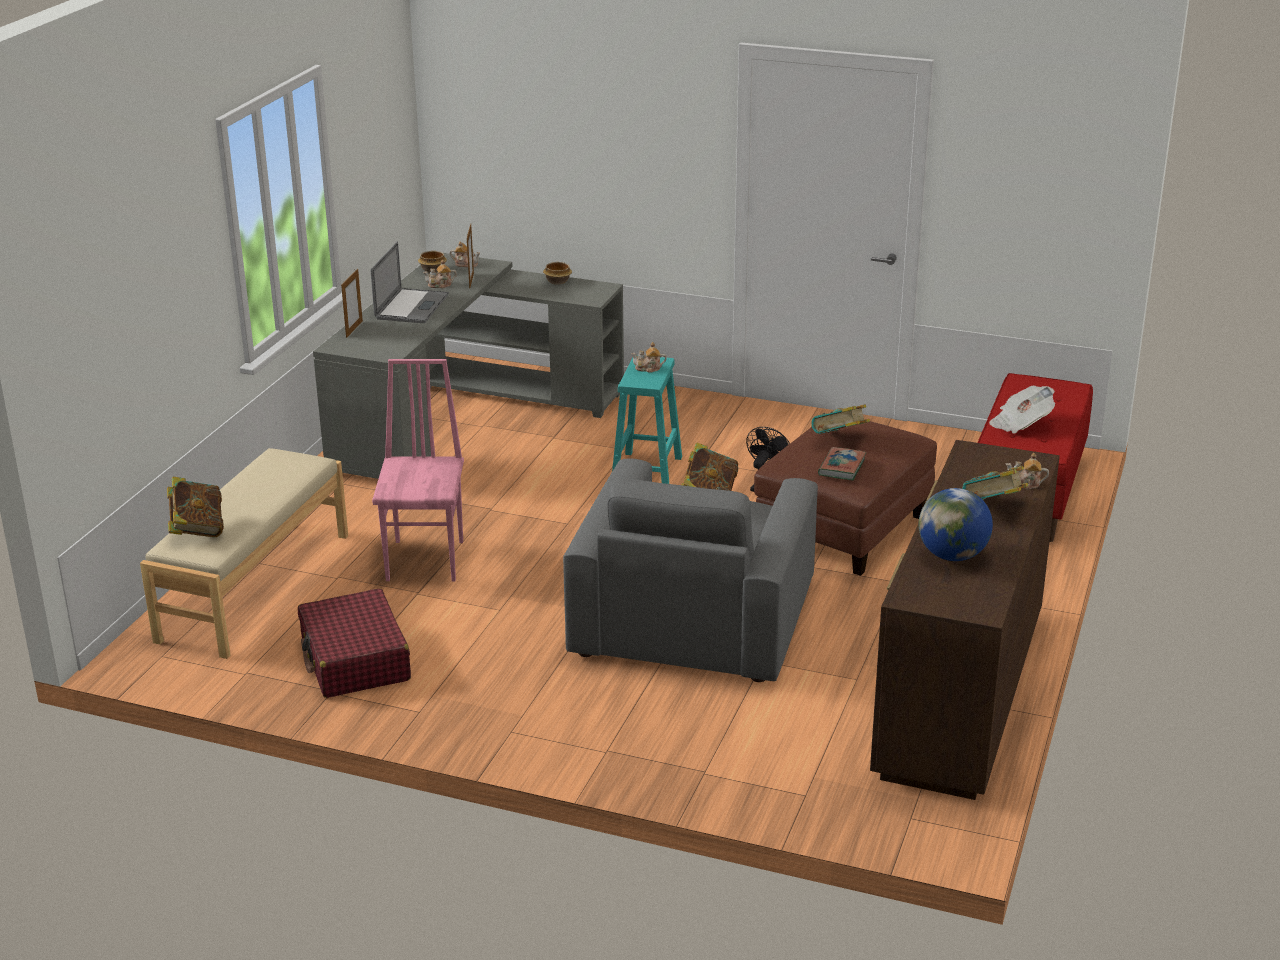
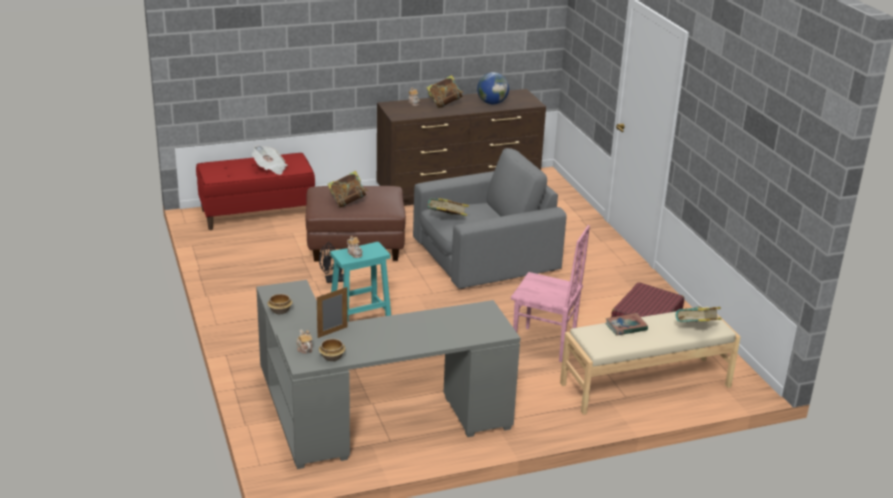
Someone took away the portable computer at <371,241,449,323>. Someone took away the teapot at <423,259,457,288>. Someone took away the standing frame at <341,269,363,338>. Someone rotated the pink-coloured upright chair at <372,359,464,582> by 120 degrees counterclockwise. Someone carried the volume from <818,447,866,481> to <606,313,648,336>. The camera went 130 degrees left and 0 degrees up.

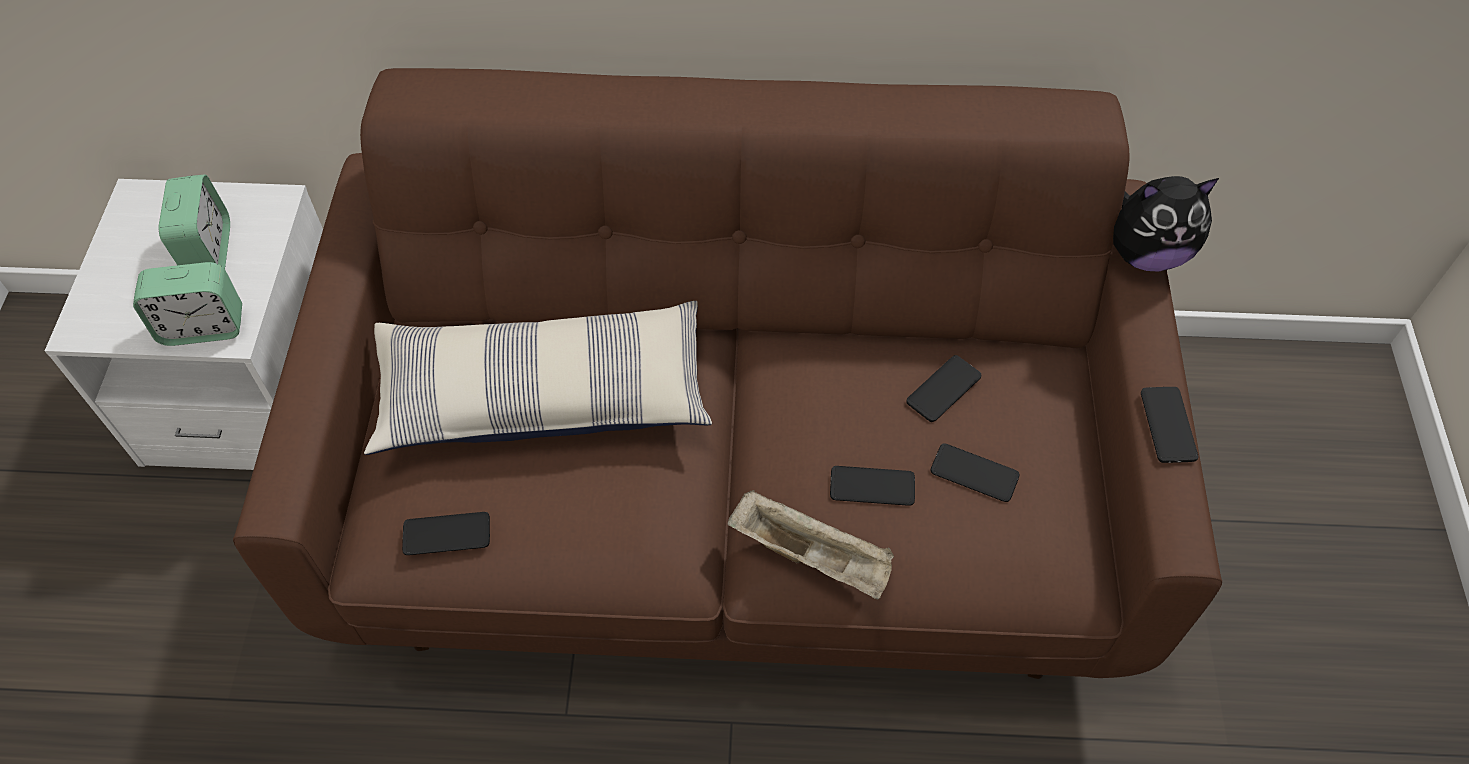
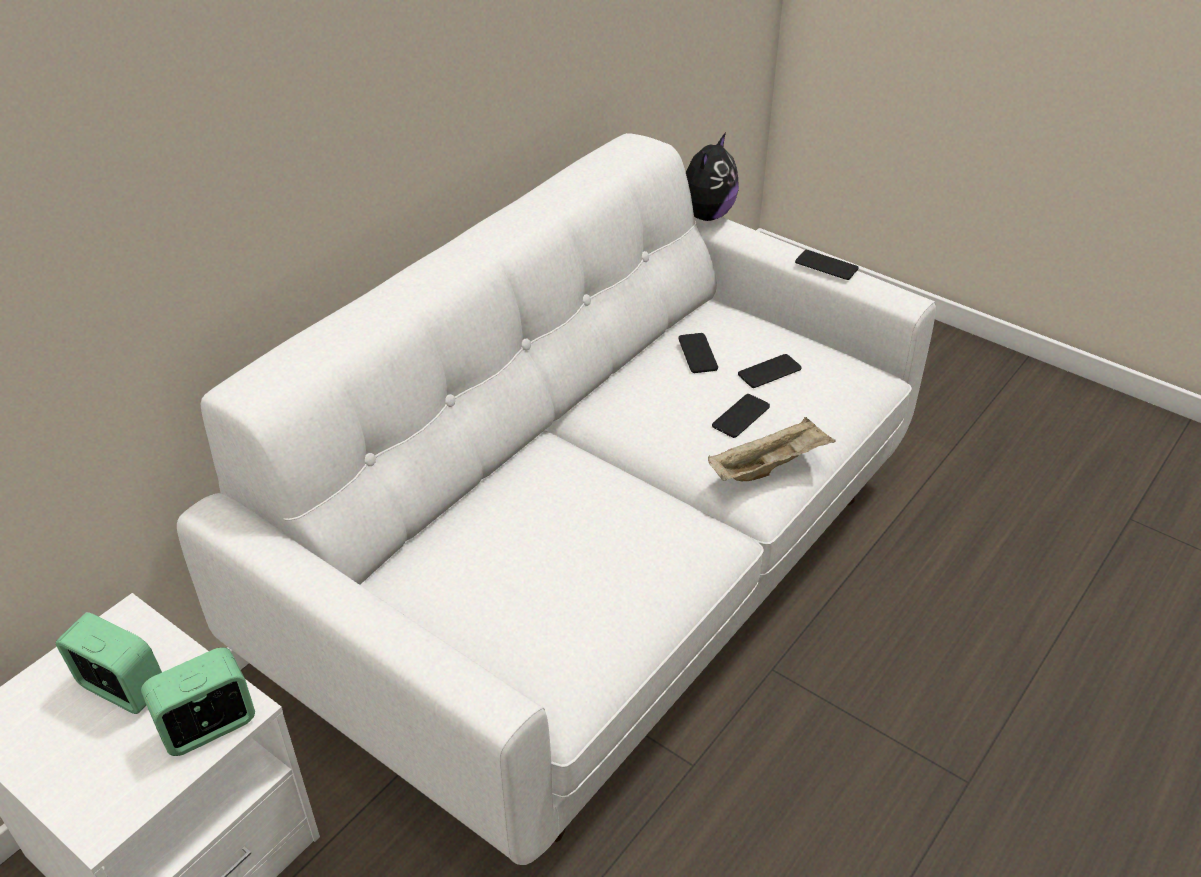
Someone repainted the brown-coloured sofa at <233,68,1222,679>, which became the whitish sofa at <177,133,936,865>. Someone rotated the alarm clock at <133,262,242,346> by 150 degrees counterclockwise. Someone took away the throw pillow at <364,301,712,455>. Someone took away the phone at <402,512,490,555>. The camera went 55 degrees left and 15 degrees down.

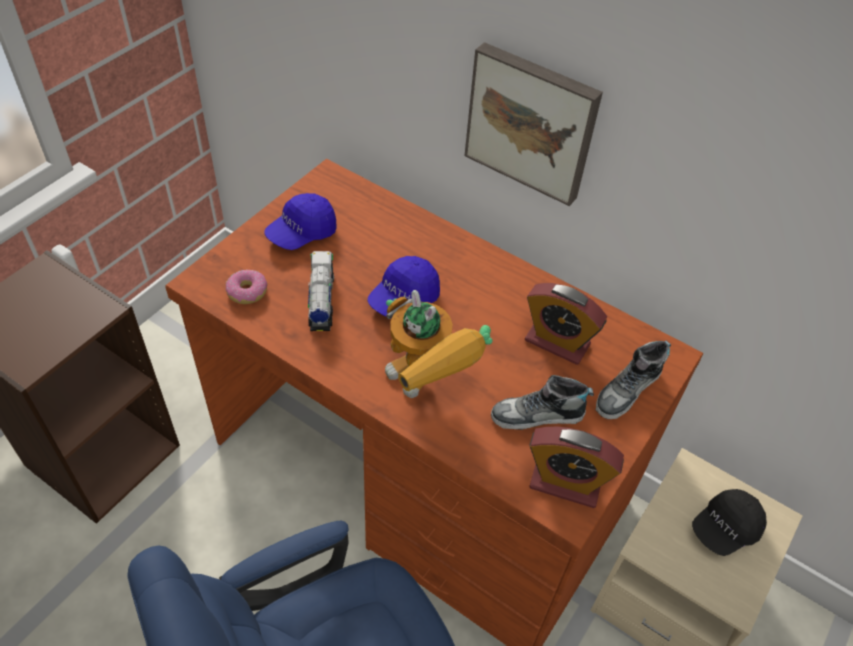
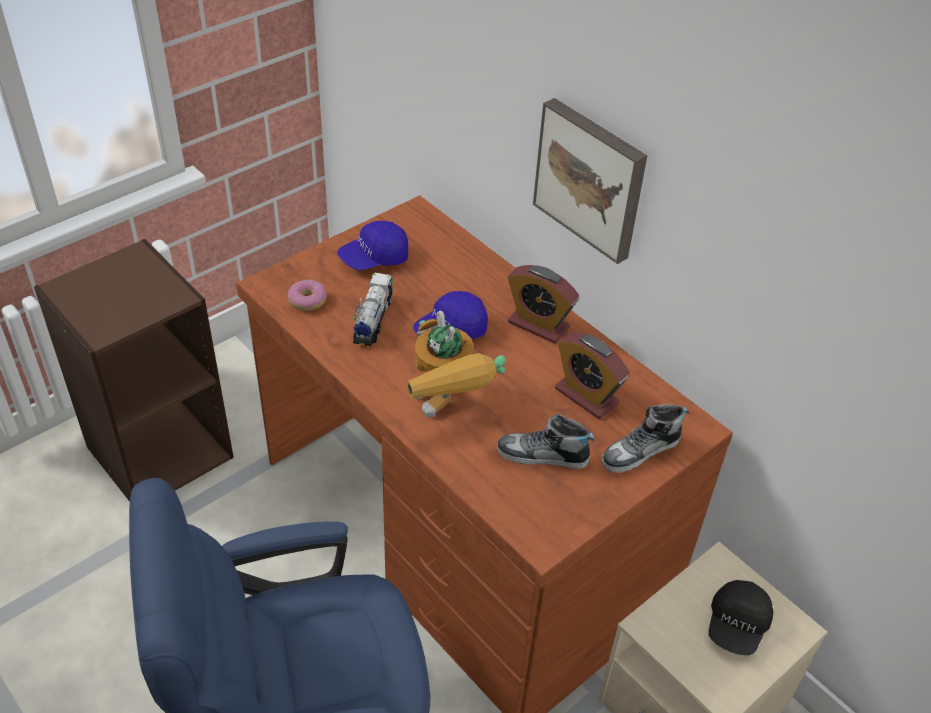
Someone carried the alarm clock from <529,427,624,508> to <507,265,579,343>. Someone rotated the black-coloured cap at <692,489,767,556> by 45 degrees counterclockwise. The camera went 15 degrees right and 5 degrees down.

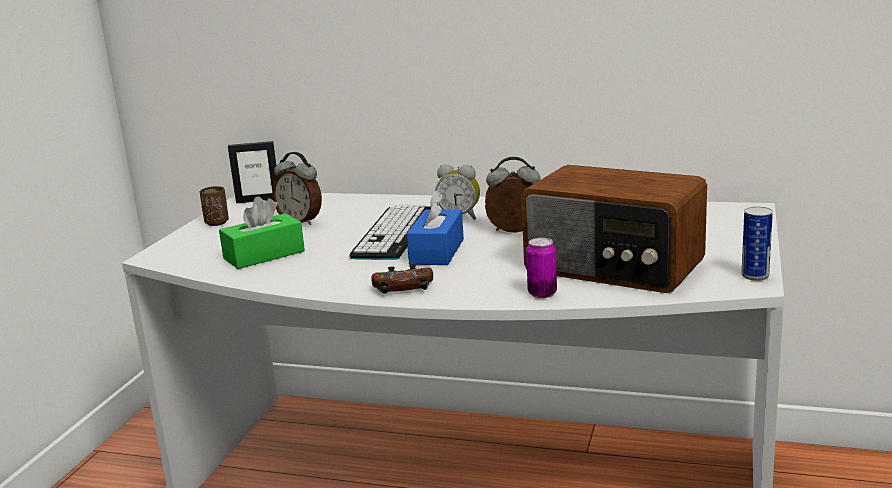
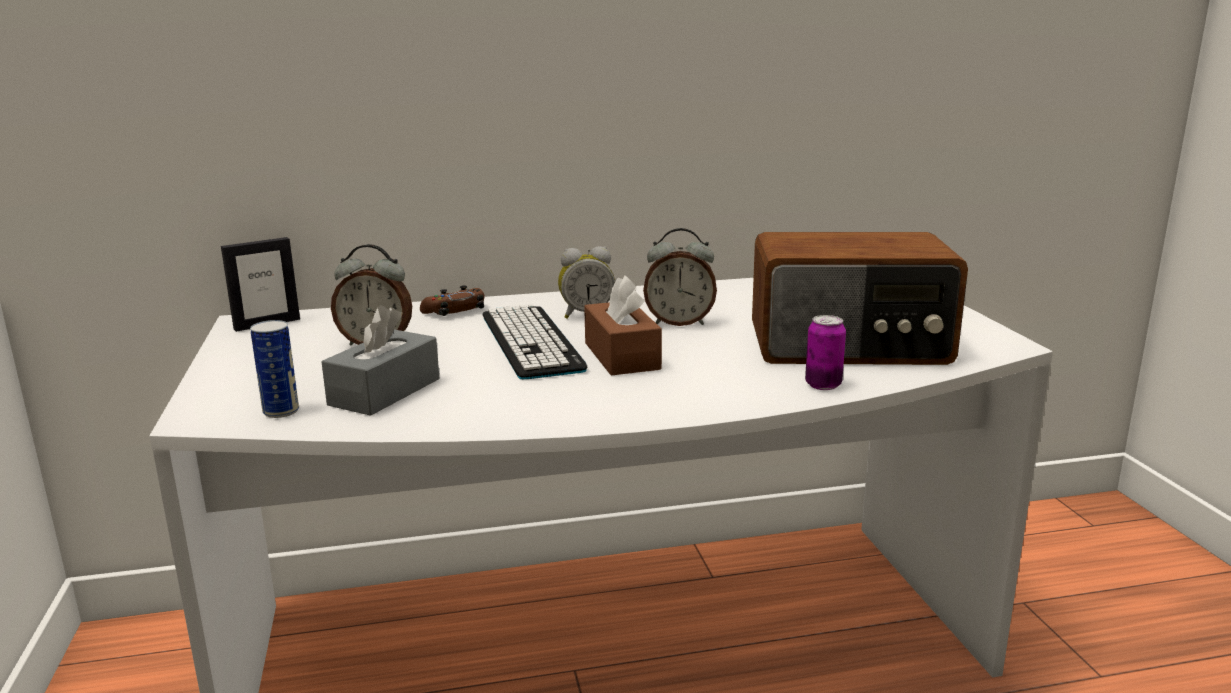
Someone rotated the alarm clock at <485,157,540,233> by 150 degrees counterclockwise. Someone took away the brown-coloured small cup at <200,186,229,226>. Someone repainted the blue-coloured tissue box at <406,191,464,265>, which became the brown-coloured tissue box at <584,276,662,375>. Someone repainted the green-coloured tissue box at <219,196,305,269>, which became the gray tissue box at <322,305,439,416>. Someone carried the metal can from <742,207,773,281> to <250,320,299,418>. Someone carried the brown-coloured game controller from <371,264,433,294> to <420,285,484,316>. The camera went 30 degrees left and 0 degrees up.

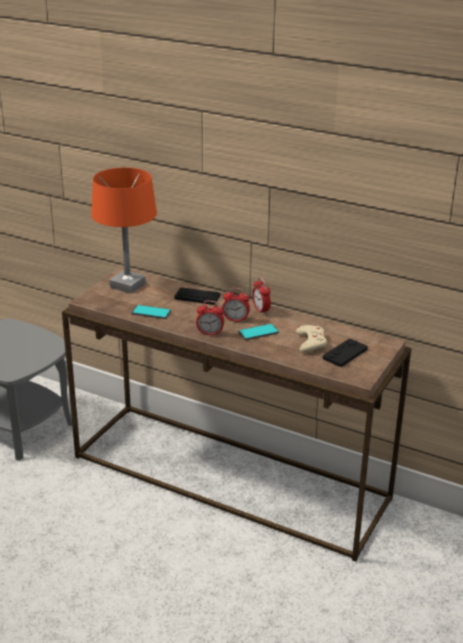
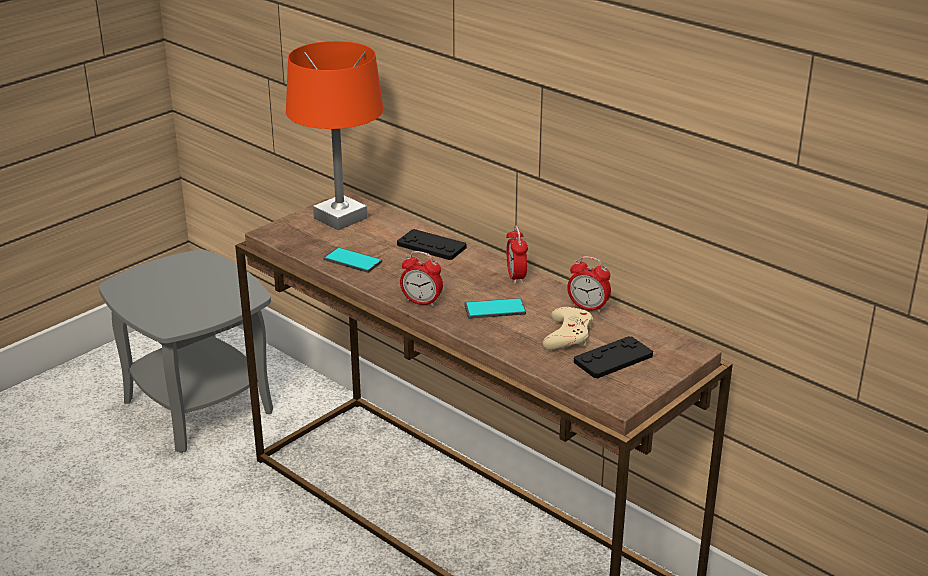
Someone carried the alarm clock from <222,288,250,322> to <567,256,611,313>. The camera went 15 degrees right and 0 degrees up.

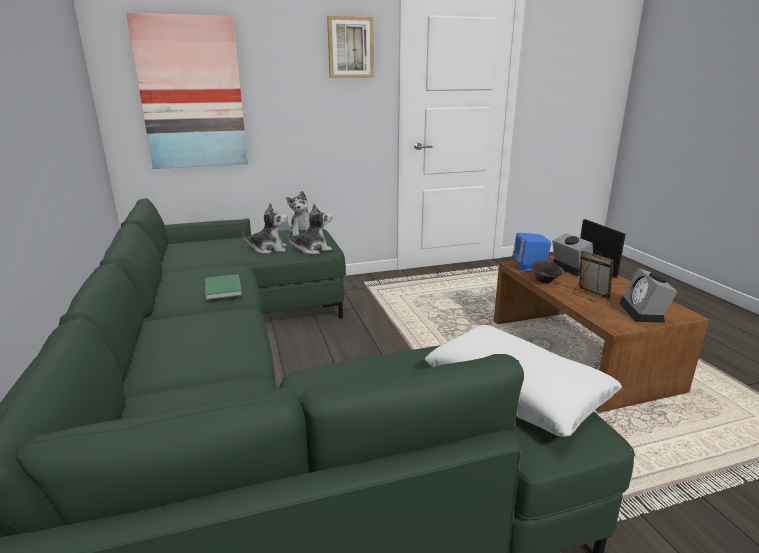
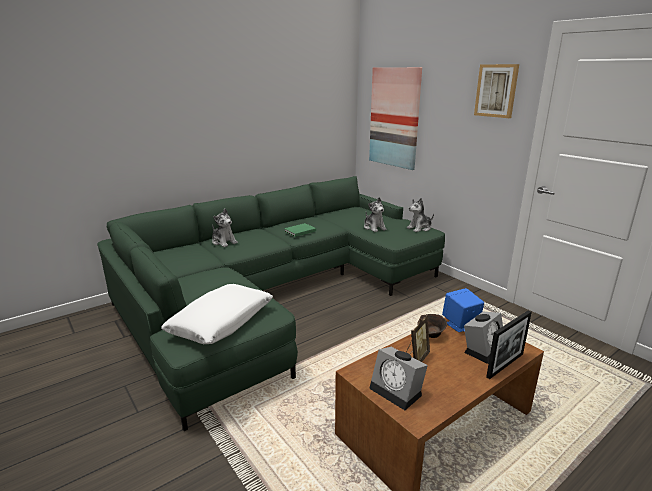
Someone carried the cuddly toy from <288,203,332,254> to <212,209,238,247>. Someone rotated the alarm clock at <619,268,678,323> by 120 degrees counterclockwise. The camera went 70 degrees right and 0 degrees up.

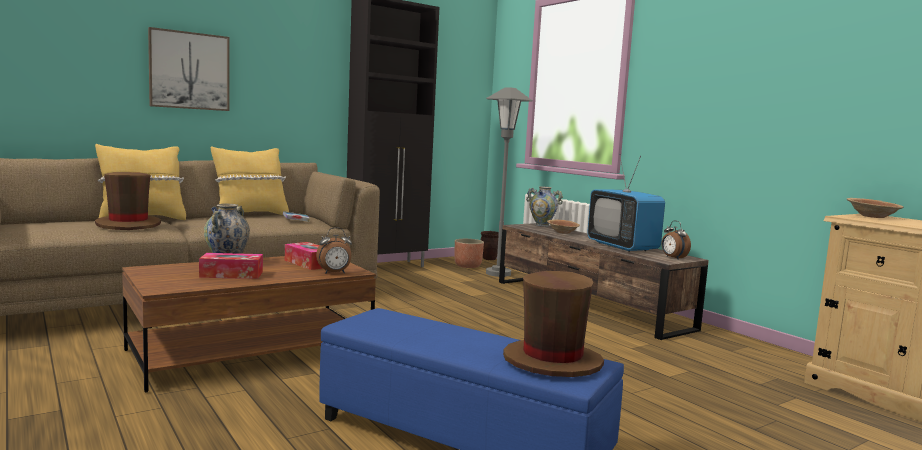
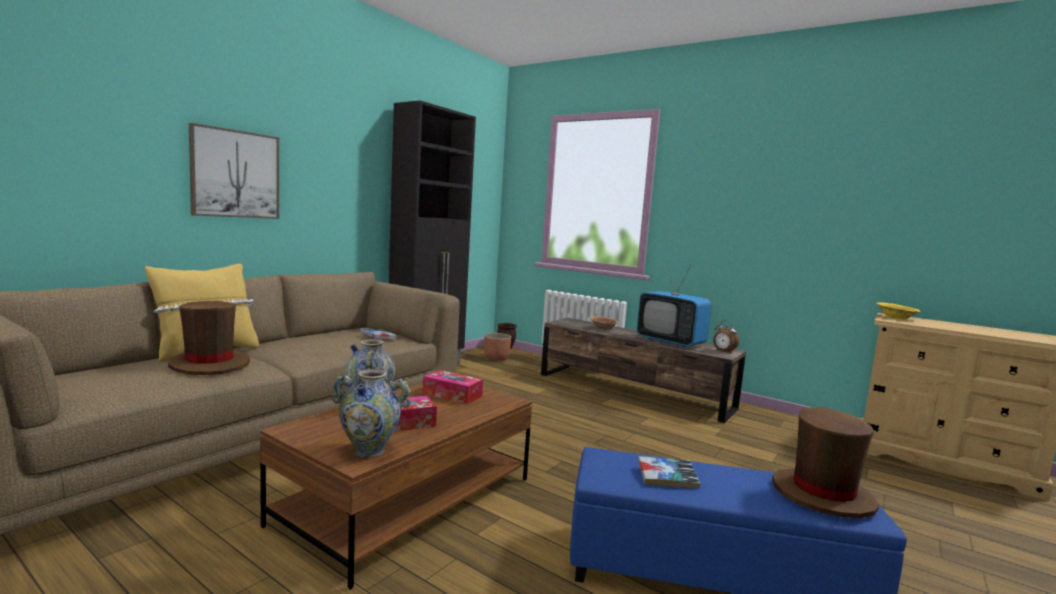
Someone took away the gray standing lamp at <486,87,533,277>. Someone took away the yellow throw pillow at <211,146,289,215>. Someone carried the flower vase from <526,186,563,227> to <332,369,411,458>. Someone repainted the brown-coloured serving bowl at <847,198,903,218>, which became the yellow serving bowl at <876,302,921,319>. Someone took away the alarm clock at <316,227,352,274>. Someone put down the volume at <638,456,701,488>. The camera went 20 degrees left and 0 degrees up.

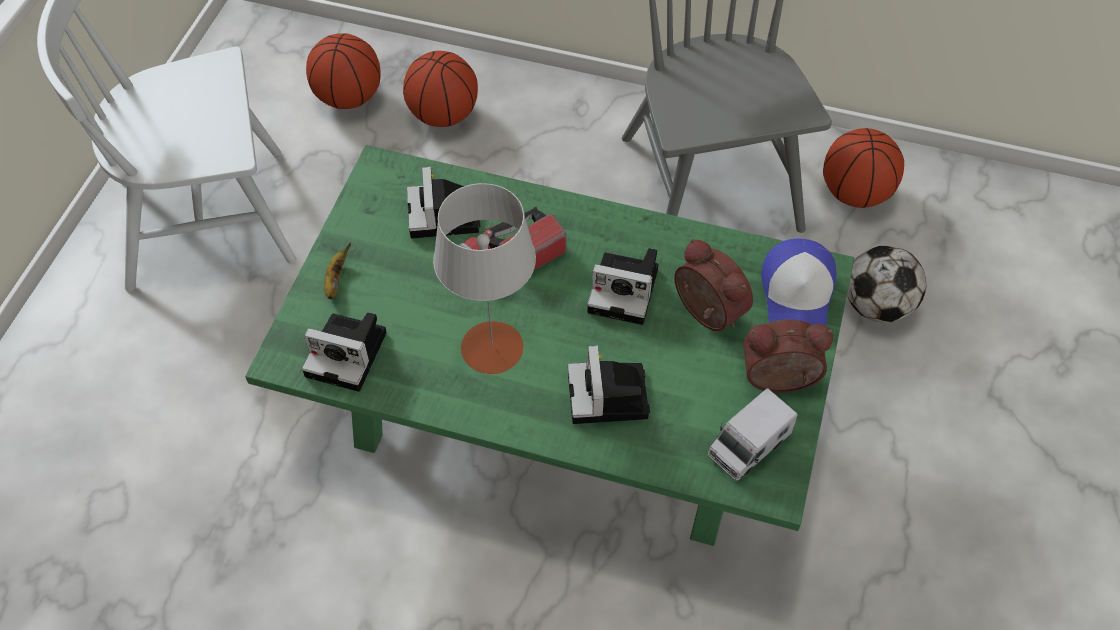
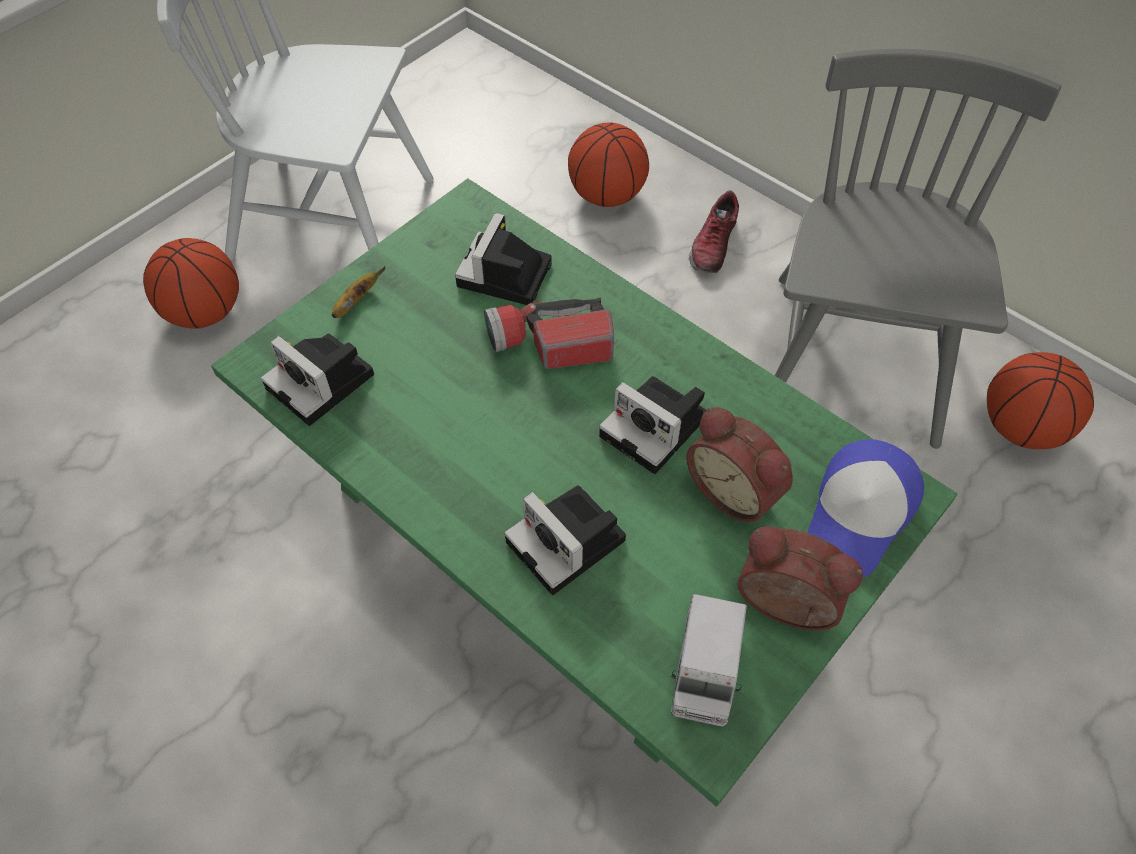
Someone carried the basketball ball from <306,33,381,109> to <143,238,239,328>. Someone took away the gray tabletop lamp at <433,183,536,374>. Someone rotated the alarm clock at <674,239,753,331> by 150 degrees clockwise. Someone took away the football ball at <847,245,926,323>. Someone rotated the photo camera at <568,345,650,424> by 60 degrees counterclockwise. Someone rotated the toy lorry at <708,388,798,481> by 60 degrees counterclockwise. Someone put down the low shoe at <689,190,739,273>. The camera went 25 degrees right and 0 degrees up.

